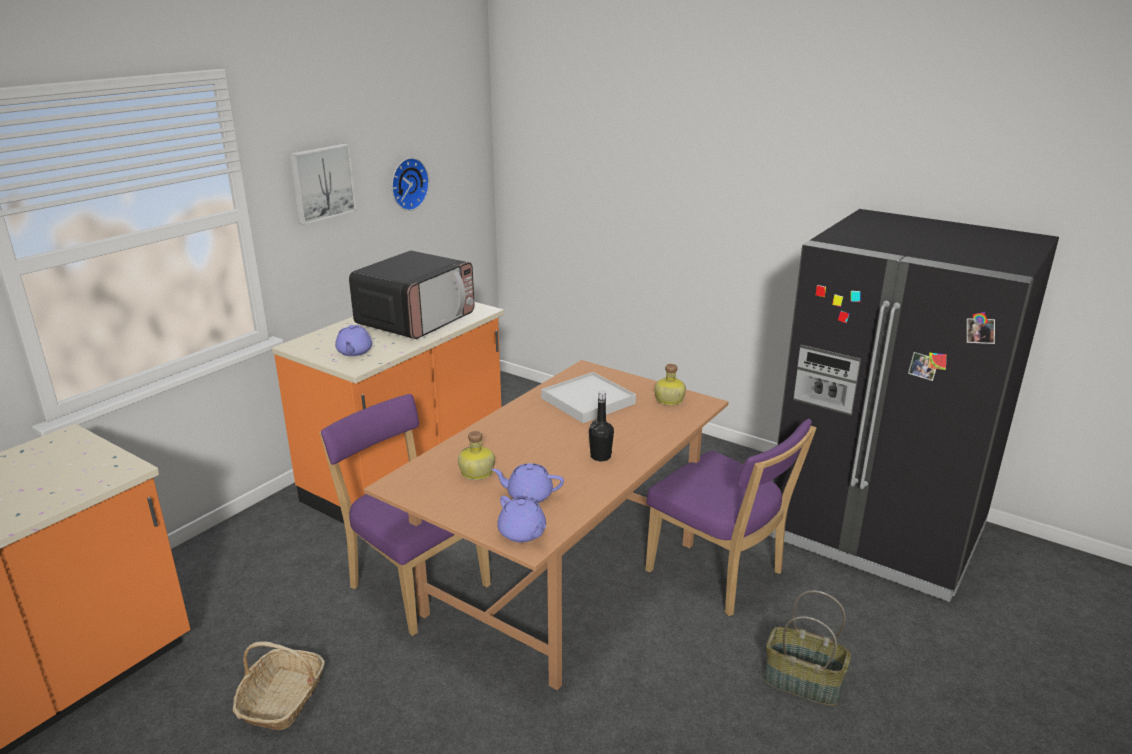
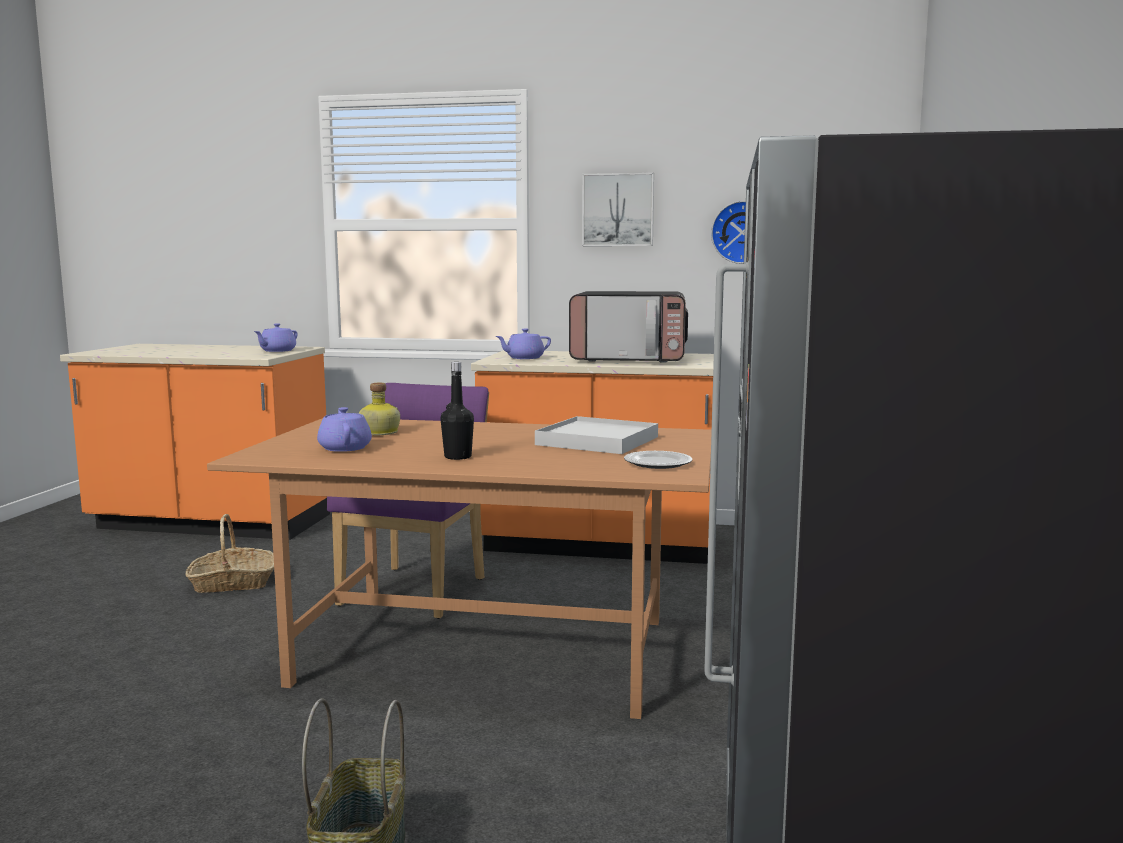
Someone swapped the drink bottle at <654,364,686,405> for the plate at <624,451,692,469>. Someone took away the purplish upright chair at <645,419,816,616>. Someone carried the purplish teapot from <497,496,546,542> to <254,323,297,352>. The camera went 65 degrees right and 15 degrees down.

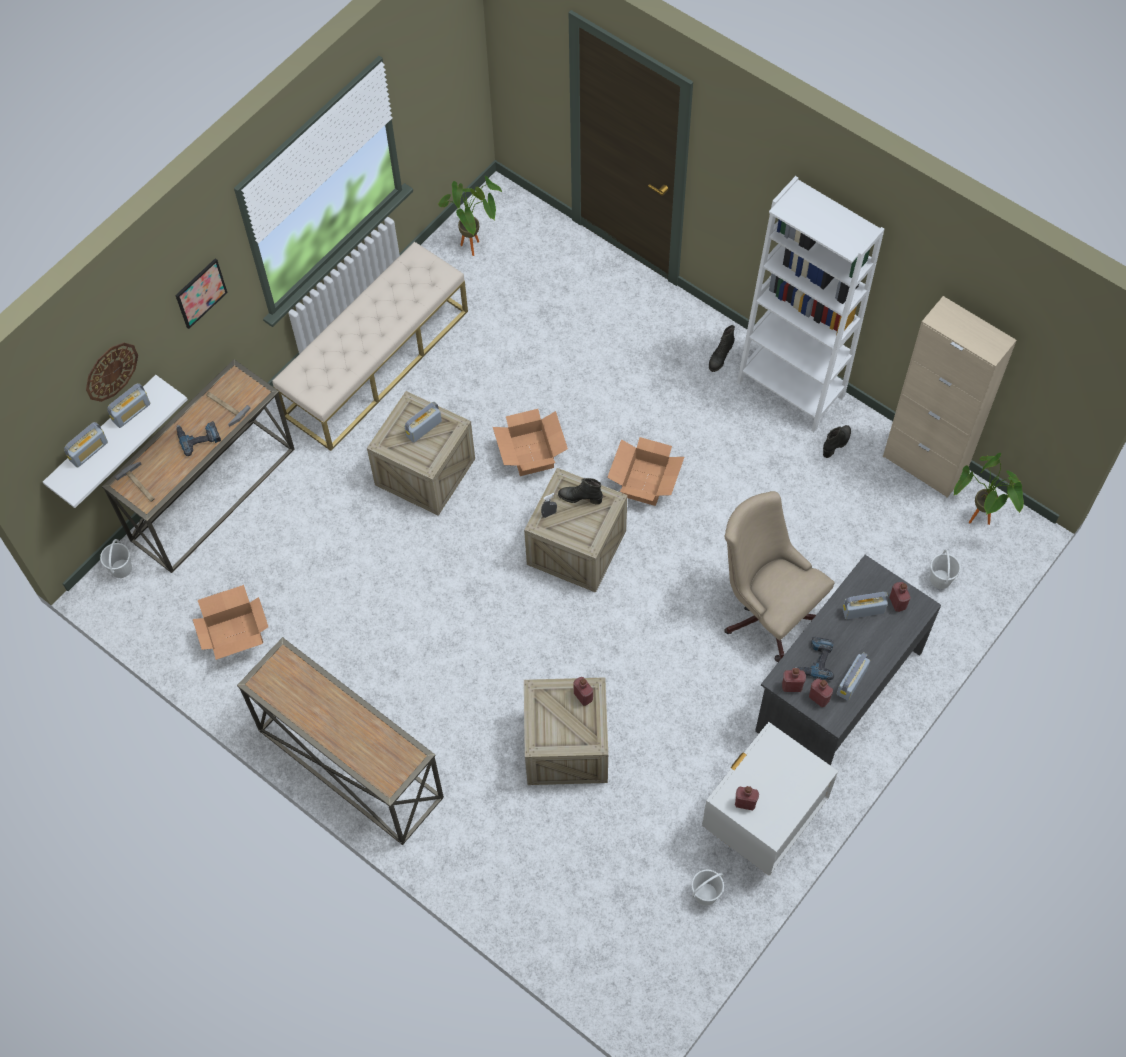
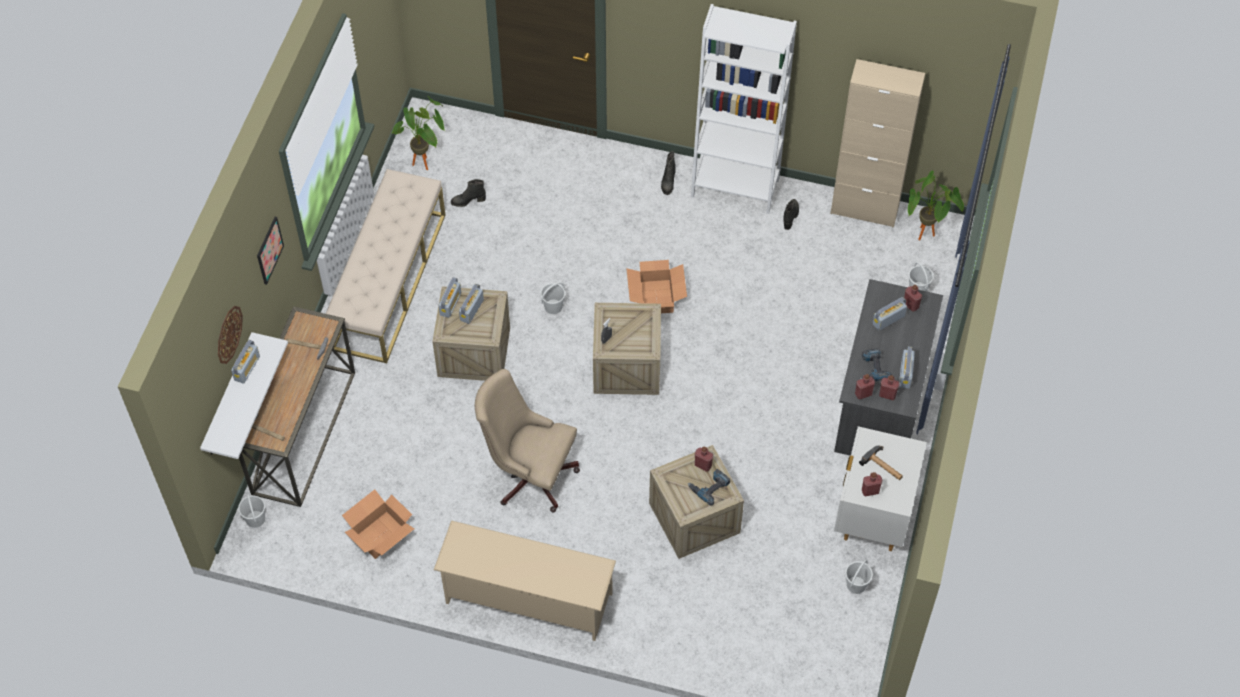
Someone swapped the carton at <493,409,568,476> for the whitish water bucket at <540,282,565,314>. Someone carried the drill from <176,421,221,456> to <688,469,730,505>. Someone carried the radio receiver from <64,422,108,468> to <439,277,461,318>. Someone carried the black-coloured high-top boot from <558,478,603,505> to <451,179,486,207>. Someone carried the sand-coloured desk chair from <725,491,835,662> to <475,369,580,513>. Someone swapped the hall table at <237,637,444,845> for the sand-coloured shoe stand at <434,520,616,641>. Someone put down the hand hammer at <859,446,903,480>. The camera went 25 degrees left and 5 degrees down.

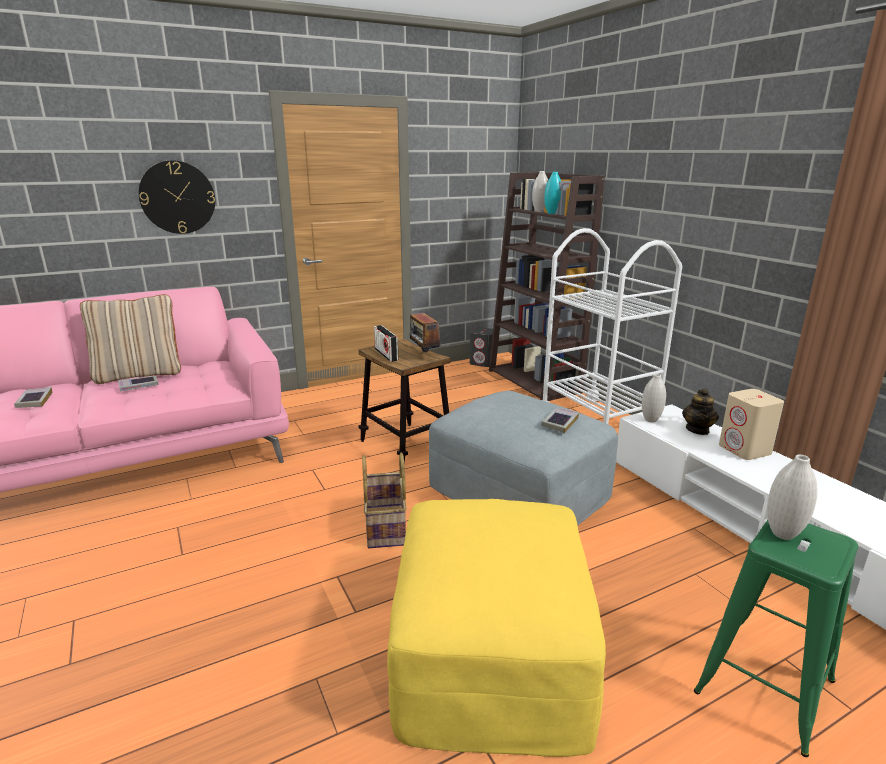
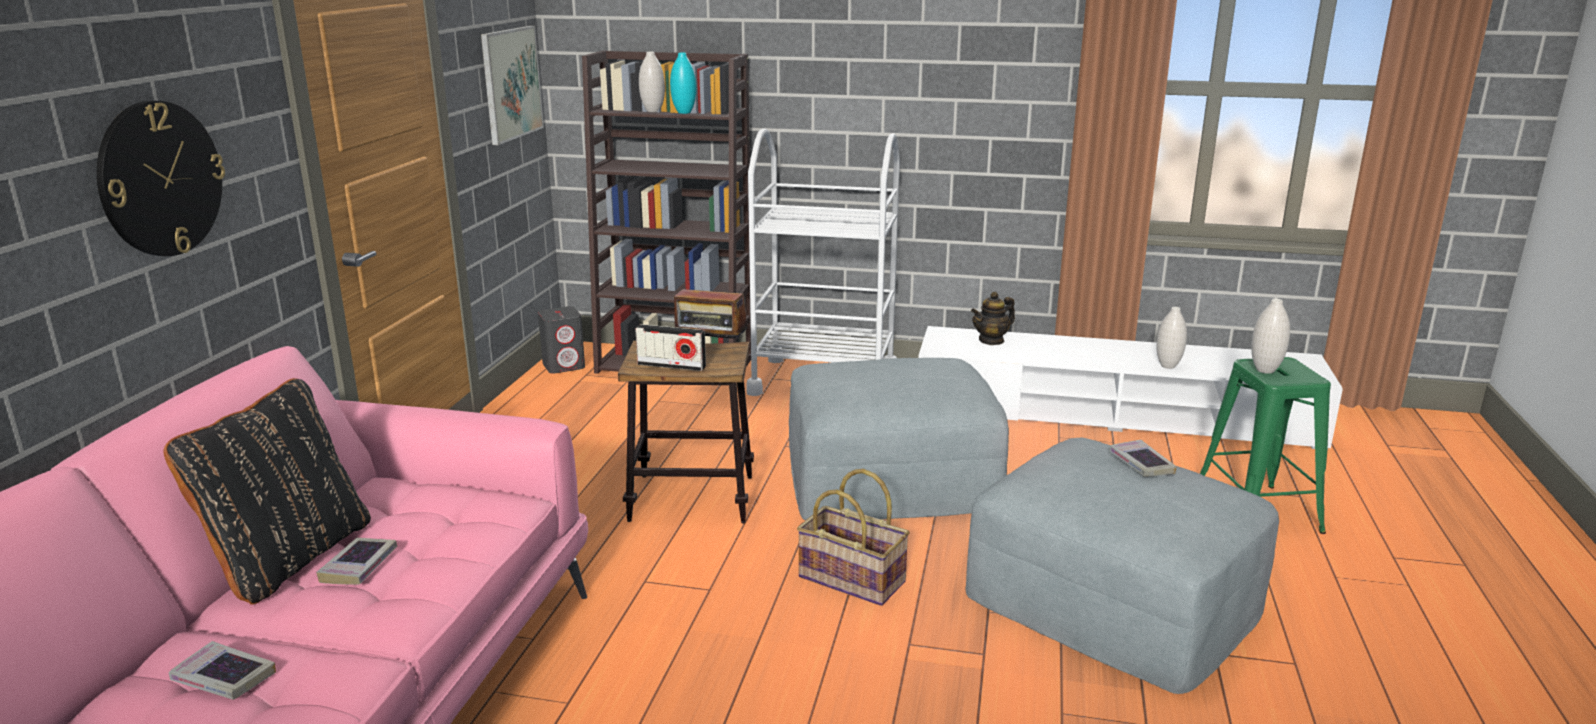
Someone repainted the sand-coloured throw pillow at <80,294,181,384>, which became the black-coloured throw pillow at <163,378,371,605>. Someone carried the whitish flower vase from <642,374,666,423> to <1157,307,1187,369>. Someone rotated the teapot at <682,389,719,435> by 90 degrees clockwise. Someone took away the sand-coloured speaker at <719,389,784,460>. Someone carried the volume from <541,407,579,433> to <1109,440,1177,477>. Someone repainted the yellow ottoman at <387,499,606,757>, which became the gray ottoman at <965,437,1279,694>. Someone put up the wall picture at <481,26,544,145>. The camera went 50 degrees left and 0 degrees up.

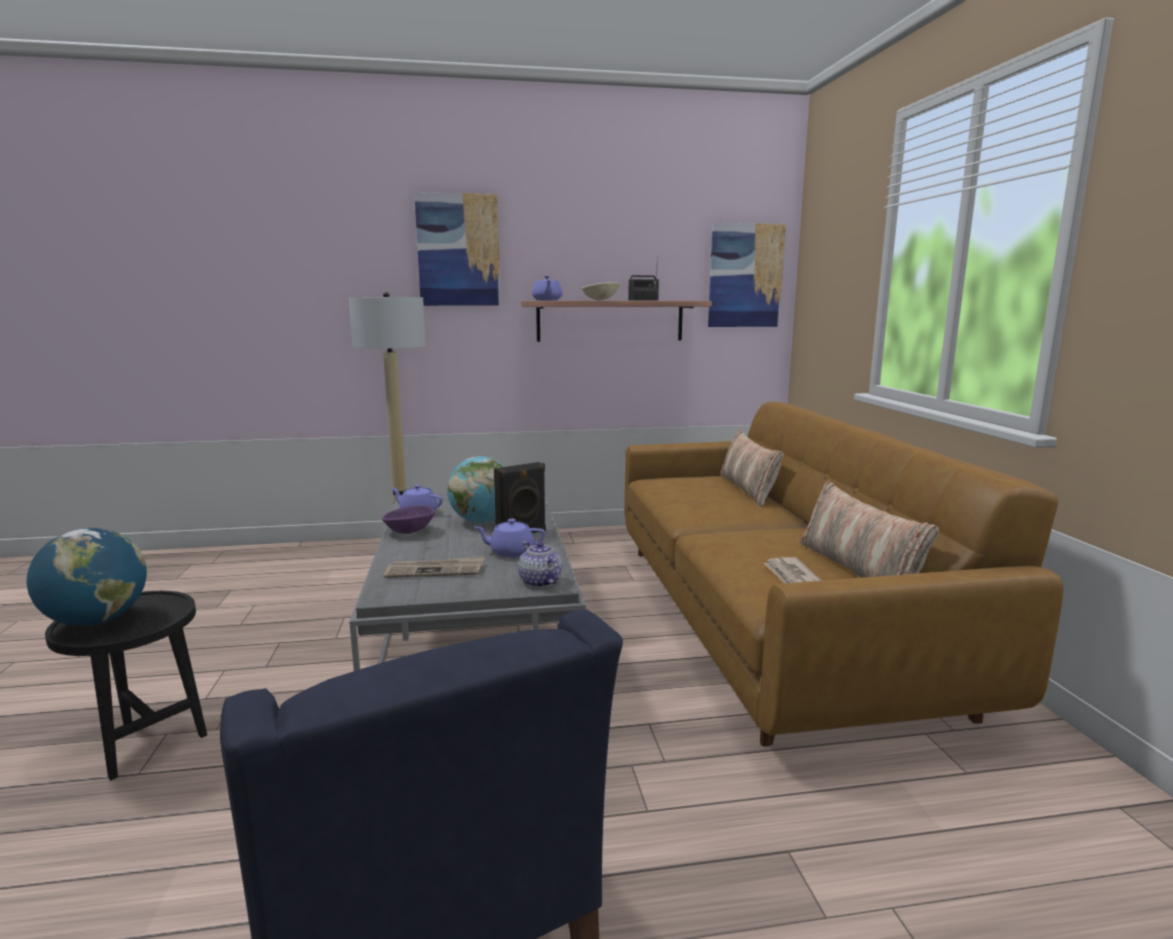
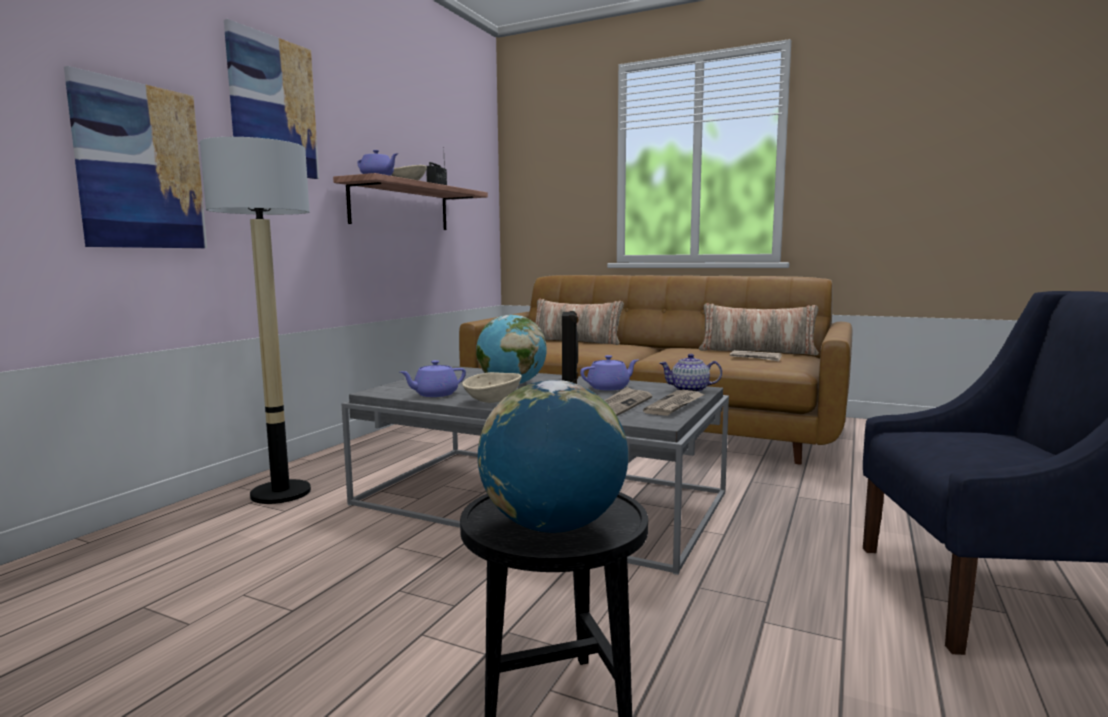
Someone carried the wall picture from <708,223,786,327> to <64,66,207,248>. Someone repainted the purplish serving bowl at <382,505,435,534>, which became the sand-coloured serving bowl at <462,372,522,403>. Someone rotated the purplish teapot at <474,519,545,557> by 150 degrees counterclockwise. Someone put down the daily paper at <643,390,705,416>. The camera went 55 degrees left and 5 degrees down.

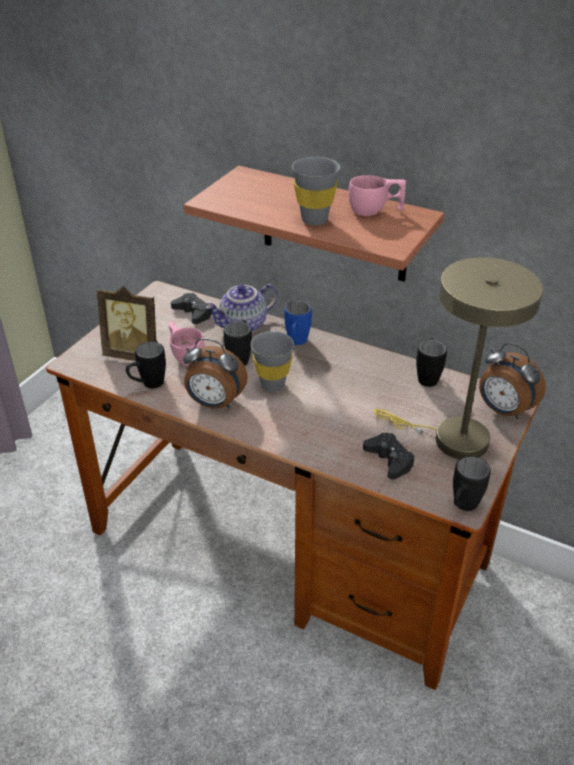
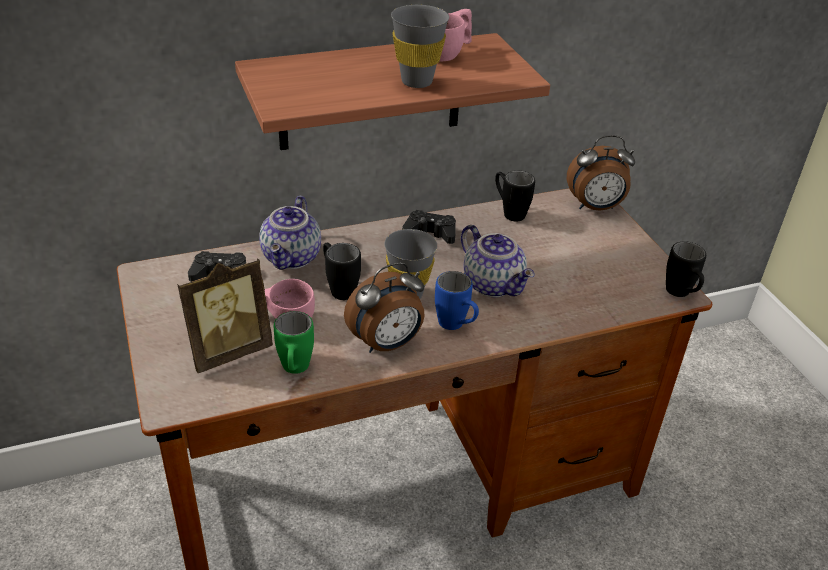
Someone took away the sand-coloured tabletop lamp at <373,257,543,459>. Someone carried the blue-coloured coffee mug from <285,301,312,345> to <435,271,479,330>. Someone repainted the black-coloured coffee mug at <126,342,166,389>, which became the green-coloured coffee mug at <274,311,314,374>. Someone carried the black-coloured game controller from <363,433,415,479> to <402,210,456,244>. Someone put down the teapot at <461,225,535,297>. The camera went 50 degrees left and 0 degrees up.

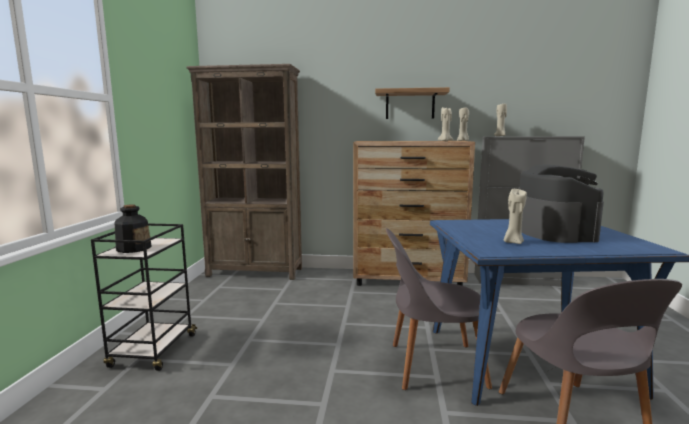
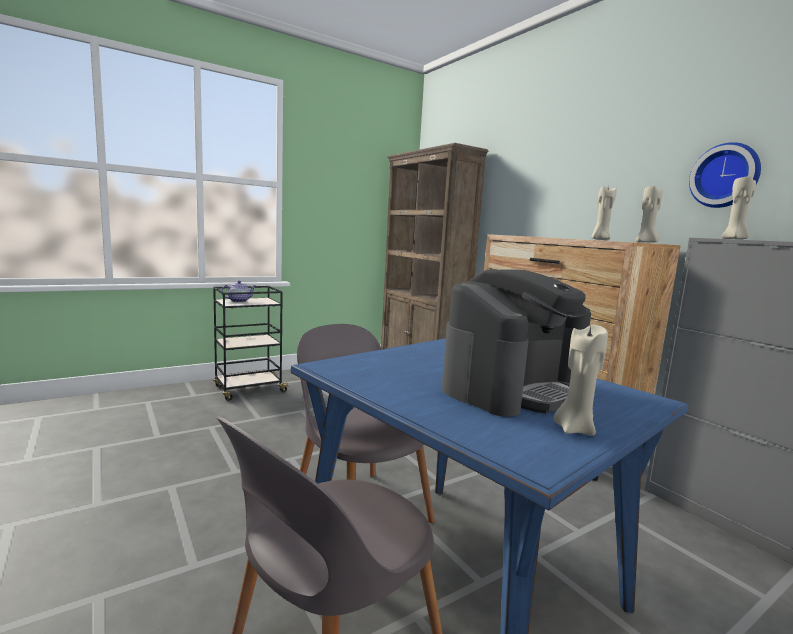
Someone took away the wall shelf at <375,87,450,119>. Someone carried the sand-coloured wax light from <504,189,527,244> to <553,325,608,436>. Someone swapped the drink bottle at <114,204,152,253> for the teapot at <221,281,256,302>. Someone put up the wall clock at <689,142,761,208>. The camera went 50 degrees right and 0 degrees up.

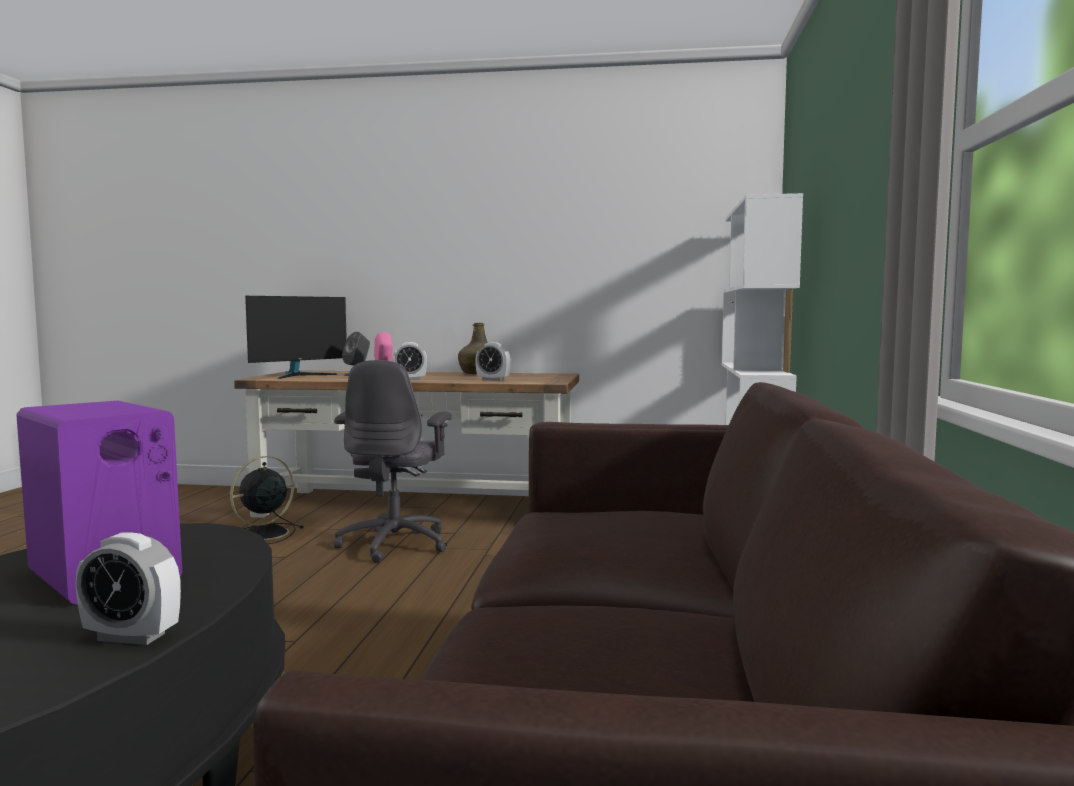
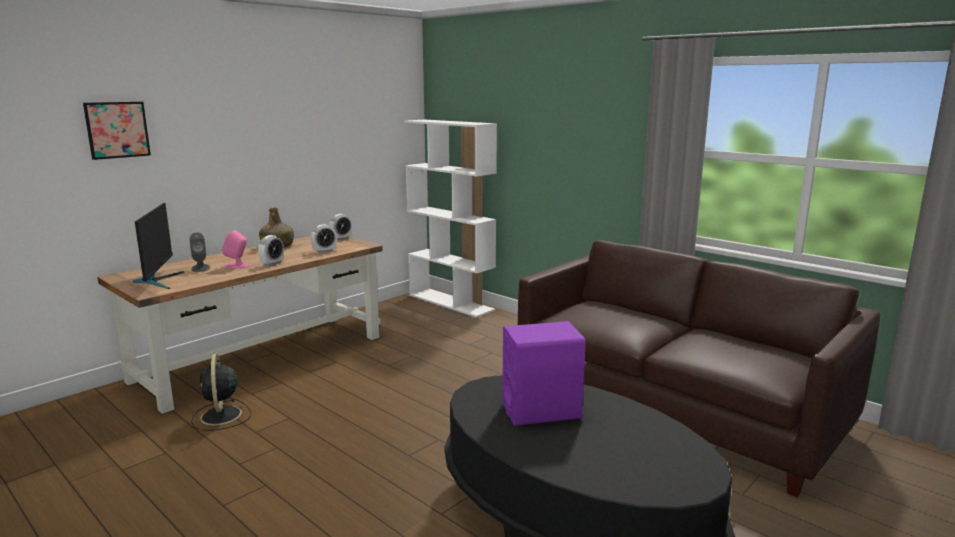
Someone took away the gray desk chair at <334,360,452,563>. Someone carried the alarm clock from <75,532,181,645> to <329,214,352,240>. Someone put up the wall picture at <83,102,151,160>. The camera went 55 degrees left and 10 degrees up.

